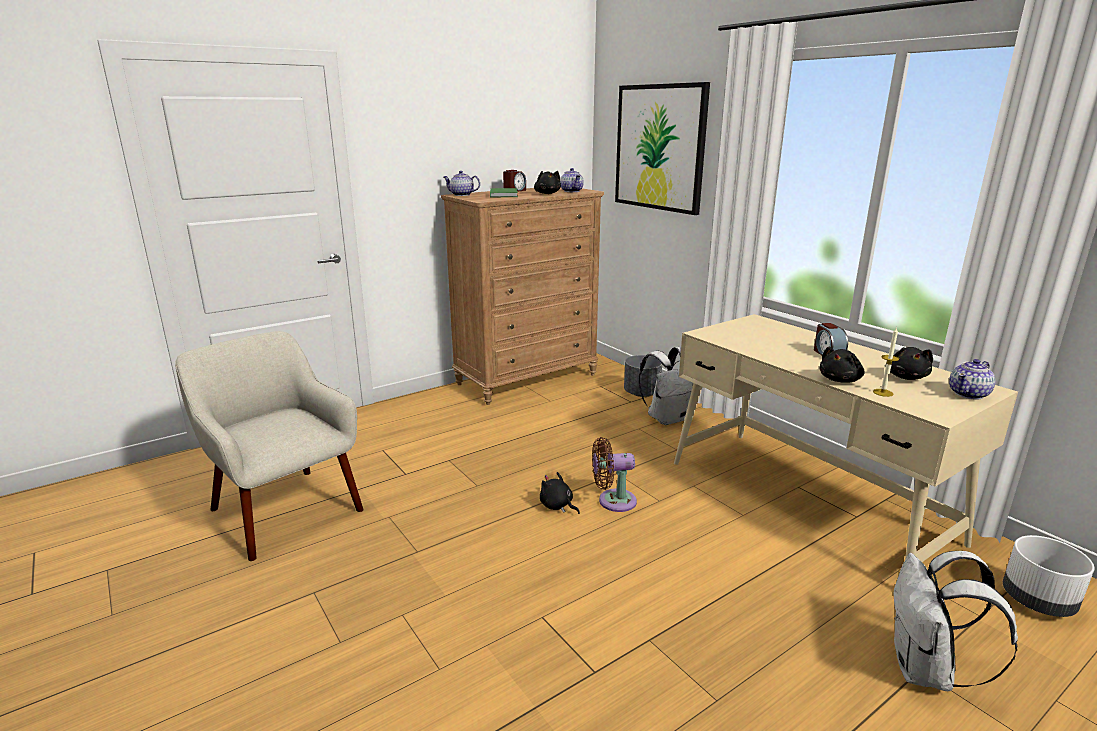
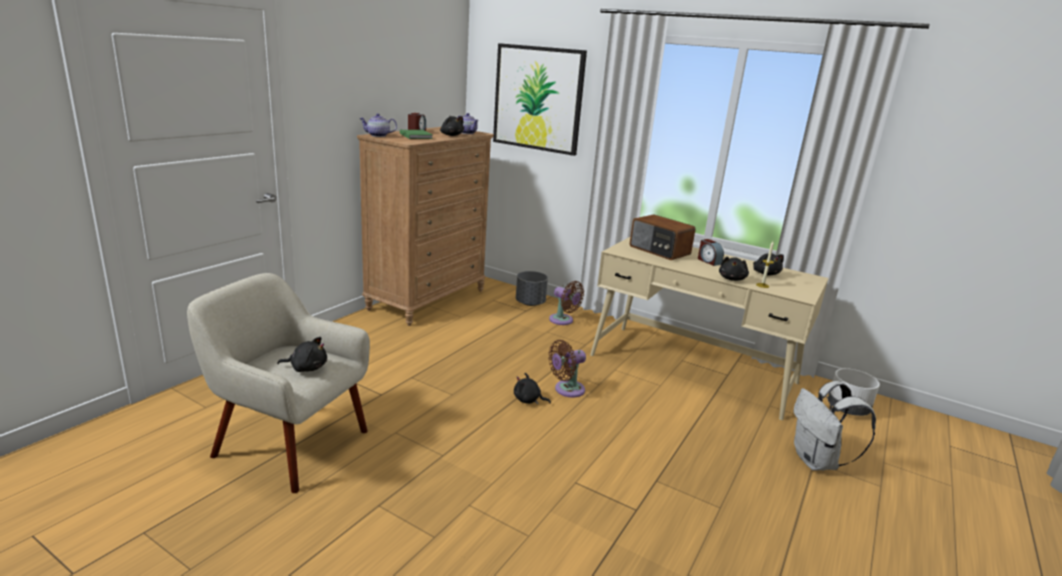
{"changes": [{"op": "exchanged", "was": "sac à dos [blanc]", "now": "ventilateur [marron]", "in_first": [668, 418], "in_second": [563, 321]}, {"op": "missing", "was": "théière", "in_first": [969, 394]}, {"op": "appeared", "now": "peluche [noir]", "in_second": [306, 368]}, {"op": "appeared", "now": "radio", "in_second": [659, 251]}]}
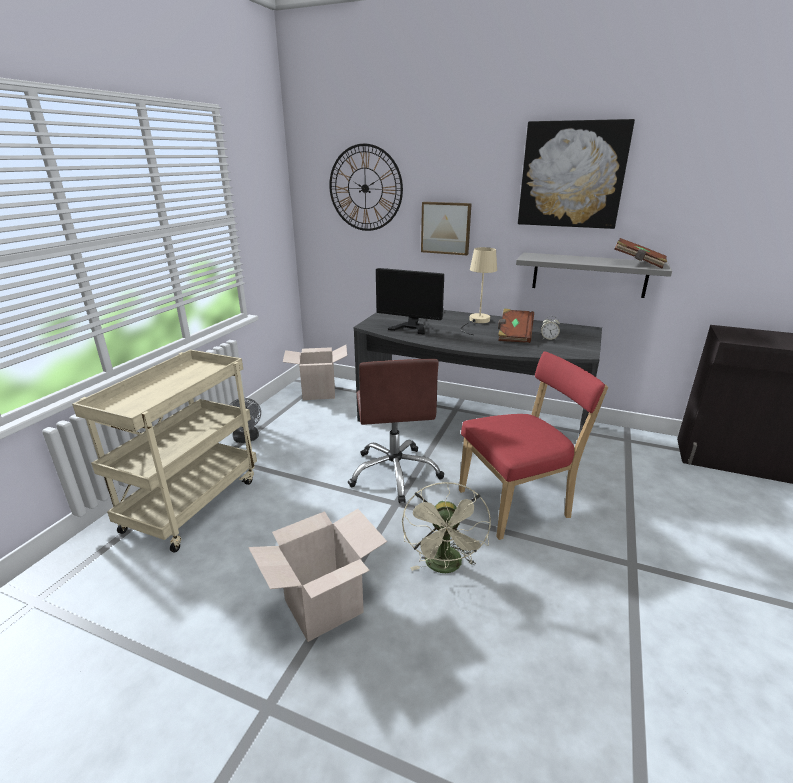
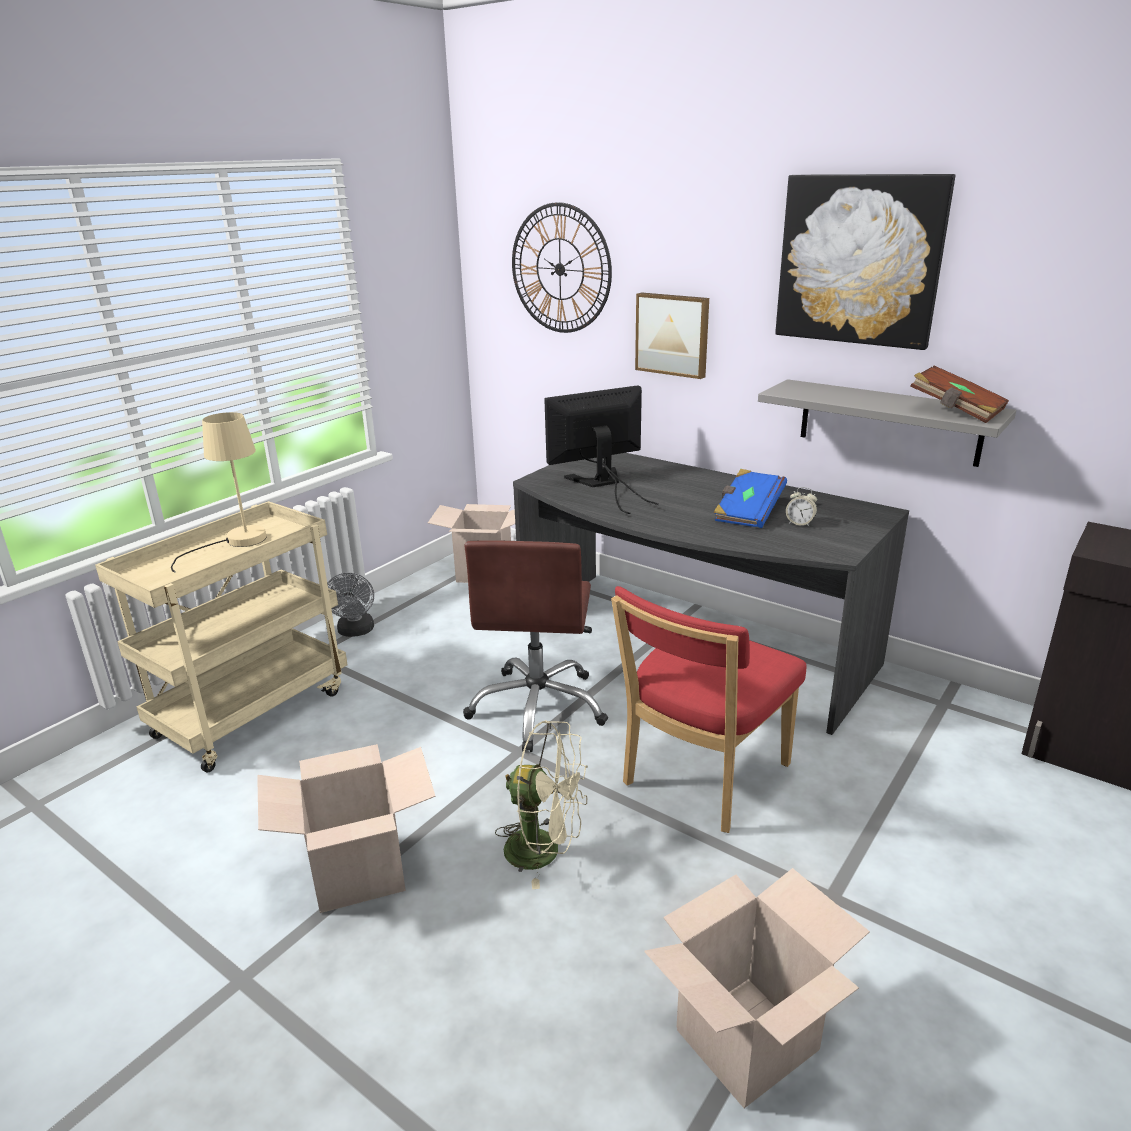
{"changes": [{"op": "spun", "was": "écran d'ordinateur", "in_first": [414, 325], "in_second": [604, 484], "clockwise": 120}, {"op": "spun", "was": "ventilateur [beige]", "in_first": [445, 567], "in_second": [545, 851], "clockwise": -90}, {"op": "spun", "was": "chaise [rouge]", "in_first": [518, 503], "in_second": [701, 778], "clockwise": 135}, {"op": "relocated", "was": "lampe de table [beige]", "in_first": [477, 322], "in_second": [235, 543]}, {"op": "colour", "was": "livre [marron]", "now": "livre [bleu]", "in_first": [514, 335], "in_second": [747, 513]}, {"op": "appeared", "now": "carton", "in_second": [747, 1040]}]}
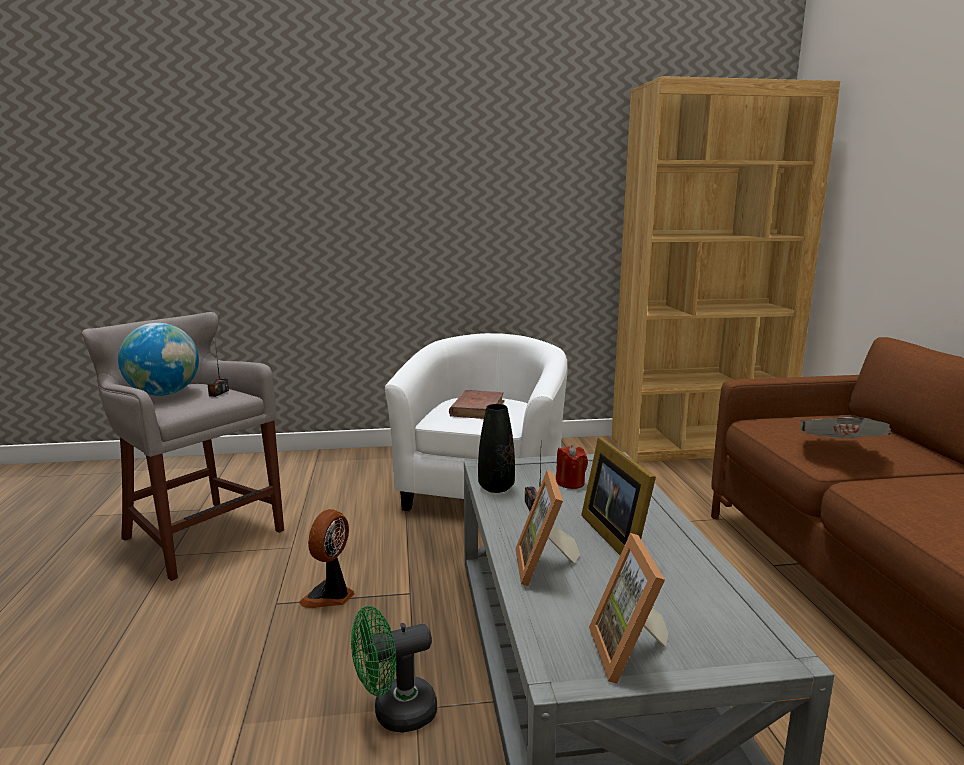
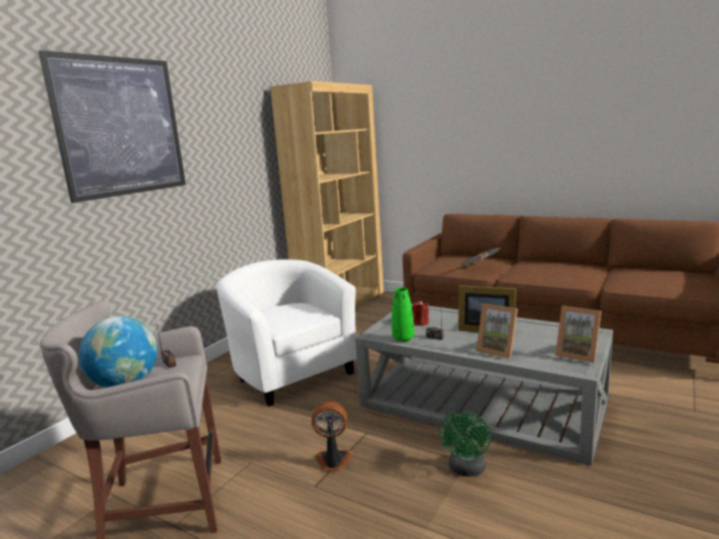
{"changes": [{"op": "spun", "was": "ventilateur", "in_first": [330, 596], "in_second": [333, 462], "clockwise": 120}, {"op": "missing", "was": "livre [marron]", "in_first": [477, 408]}, {"op": "colour", "was": "vase [noir]", "now": "vase [vert]", "in_first": [496, 487], "in_second": [403, 338]}, {"op": "appeared", "now": "tableau", "in_second": [120, 127]}]}
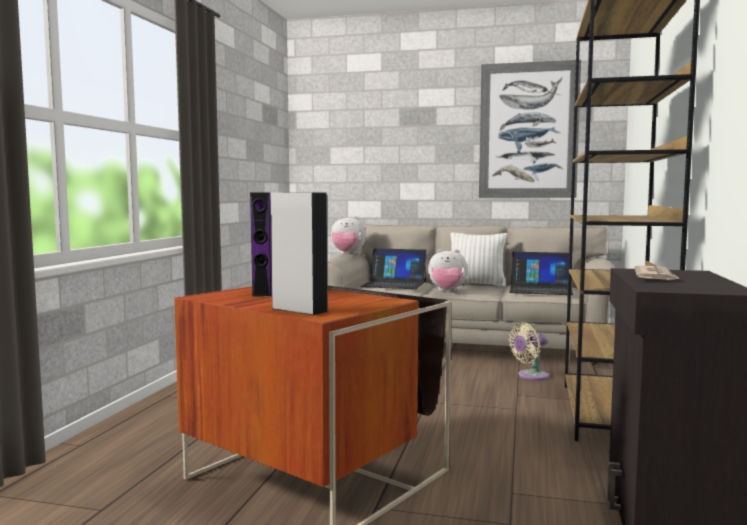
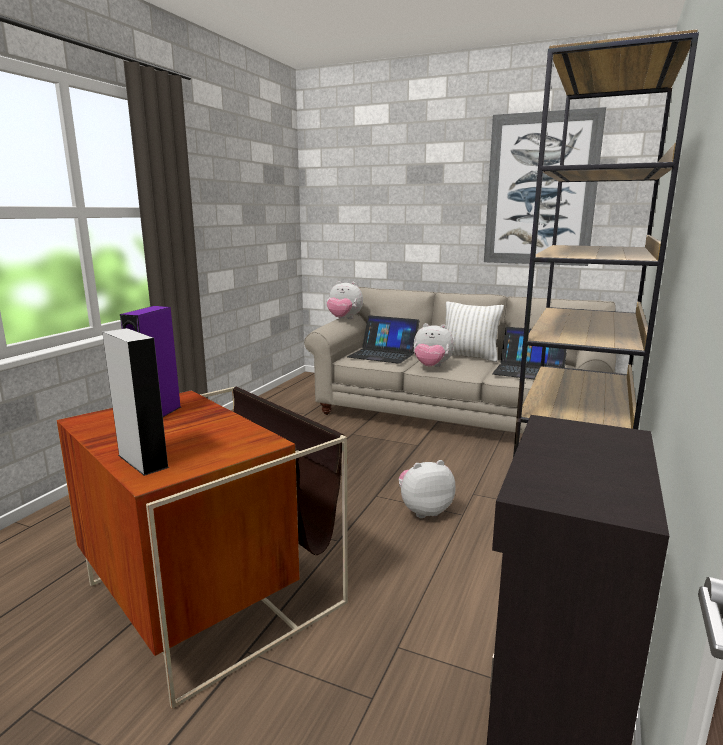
{"changes": [{"op": "missing", "was": "ventilateur [beige]", "in_first": [530, 376]}, {"op": "missing", "was": "journal", "in_first": [656, 277]}, {"op": "appeared", "now": "peluche", "in_second": [424, 510]}]}
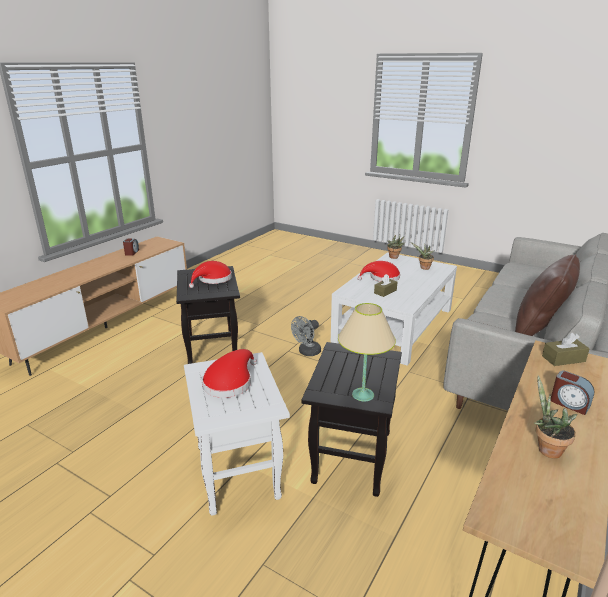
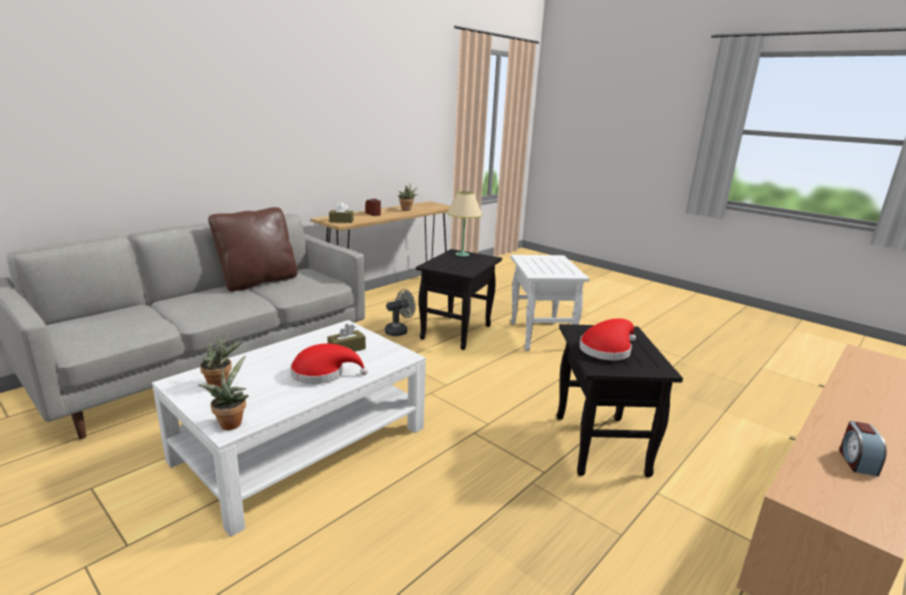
{"changes": [{"op": "missing", "was": "chapeau [rouge]", "in_first": [230, 382]}, {"op": "relocated", "was": "ventilateur [gris]", "in_first": [307, 352], "in_second": [399, 331]}]}
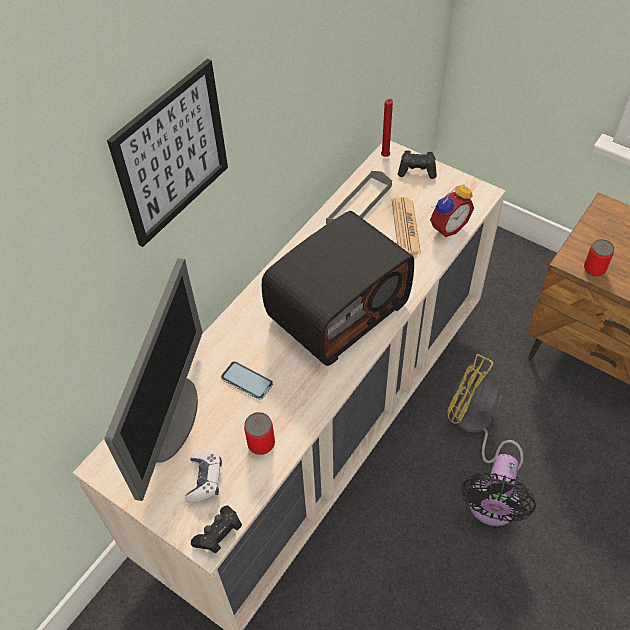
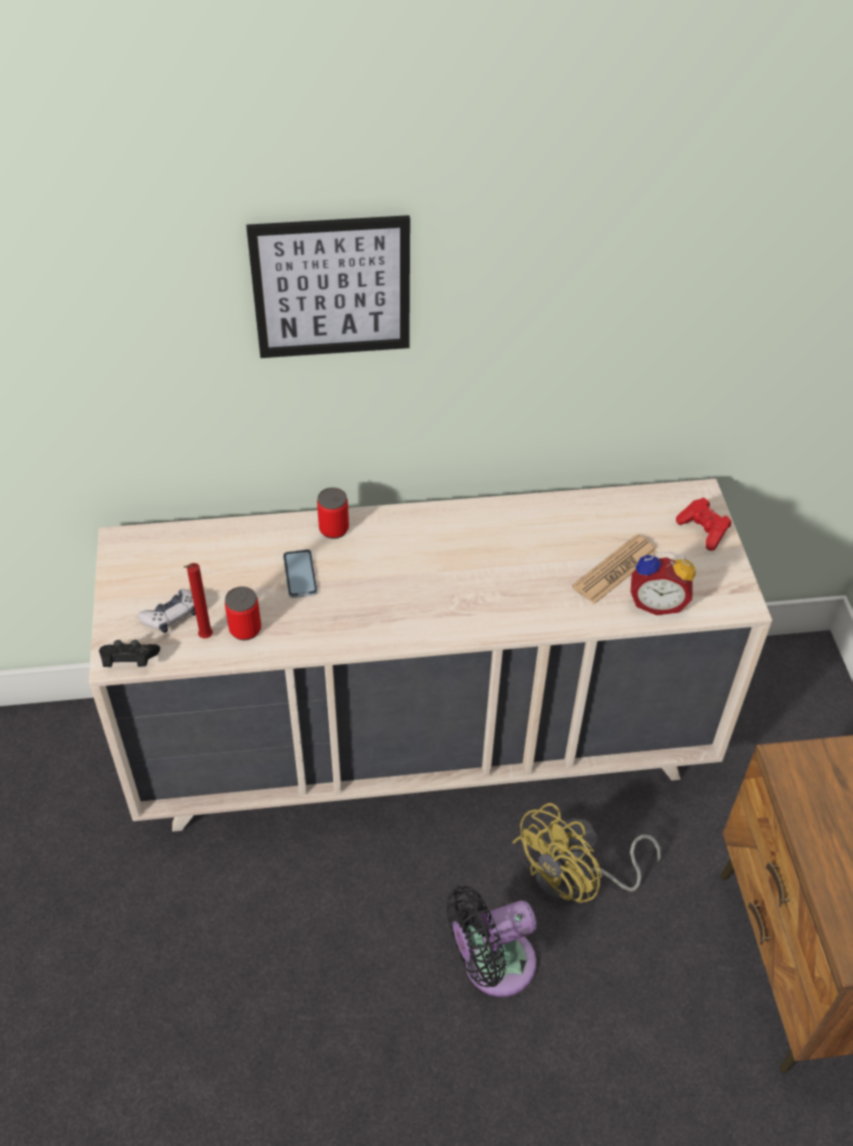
{"changes": [{"op": "missing", "was": "écran d'ordinateur", "in_first": [172, 419]}, {"op": "missing", "was": "radio", "in_first": [337, 308]}, {"op": "missing", "was": "plateau [gris]", "in_first": [359, 205]}, {"op": "relocated", "was": "bougie [rouge]", "in_first": [385, 157], "in_second": [204, 638]}, {"op": "colour", "was": "manette [noir]", "now": "manette [rouge]", "in_first": [417, 171], "in_second": [703, 531]}, {"op": "spun", "was": "ventilateur [jaune]", "in_first": [474, 425], "in_second": [576, 880], "clockwise": -120}, {"op": "relocated", "was": "boîte métallique", "in_first": [594, 269], "in_second": [334, 529]}]}
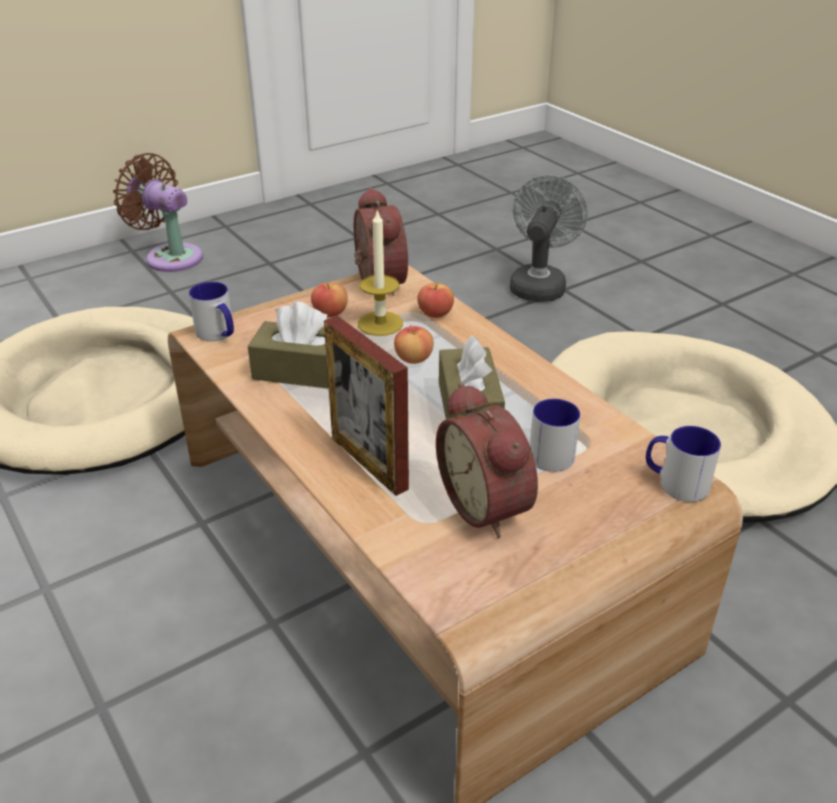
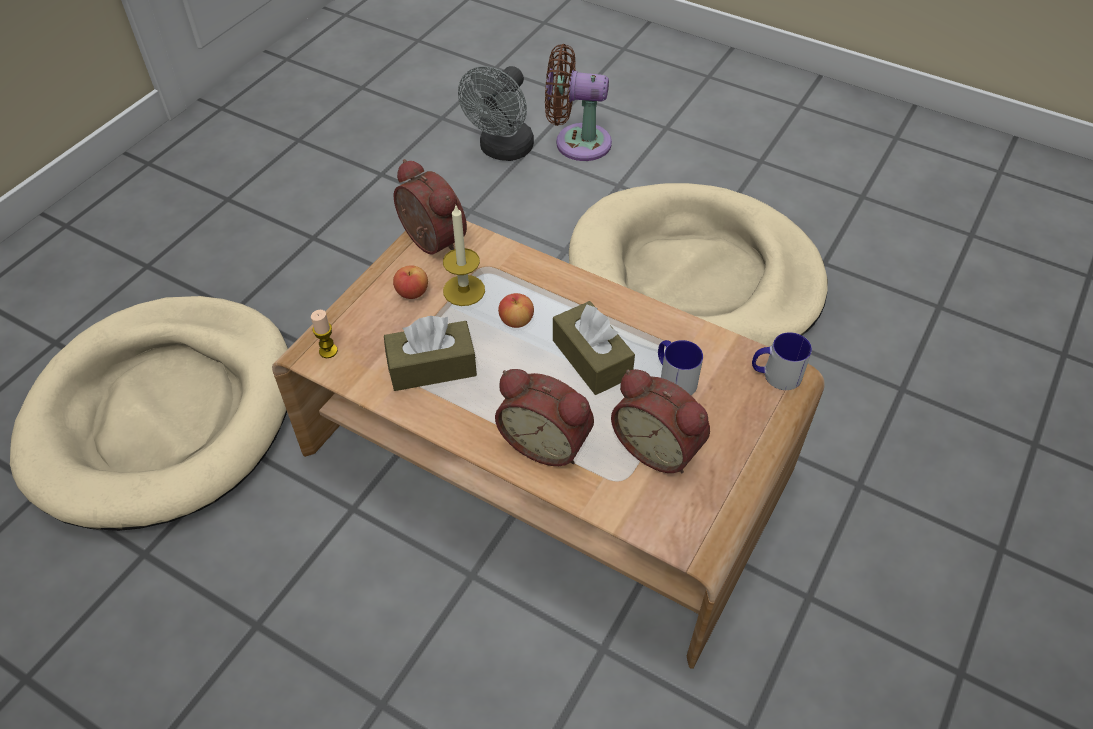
{"changes": [{"op": "relocated", "was": "ventilateur [marron]", "in_first": [170, 257], "in_second": [576, 142]}, {"op": "exchanged", "was": "mug", "now": "bougie", "in_first": [218, 334], "in_second": [328, 351]}, {"op": "exchanged", "was": "cadre photo", "now": "réveil", "in_first": [369, 463], "in_second": [547, 441]}, {"op": "missing", "was": "pomme", "in_first": [435, 313]}, {"op": "spun", "was": "ventilateur [gris]", "in_first": [539, 284], "in_second": [503, 151], "clockwise": -150}]}
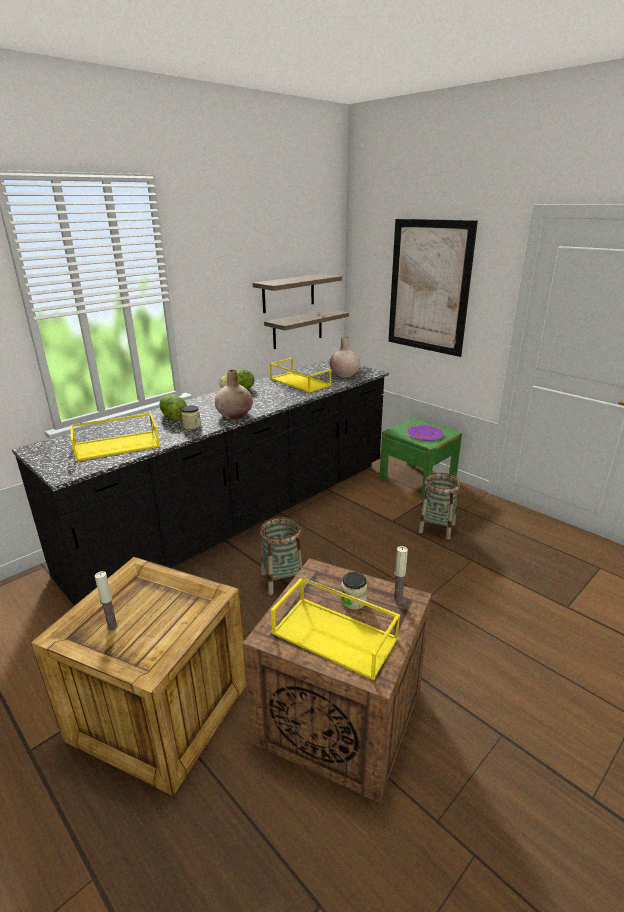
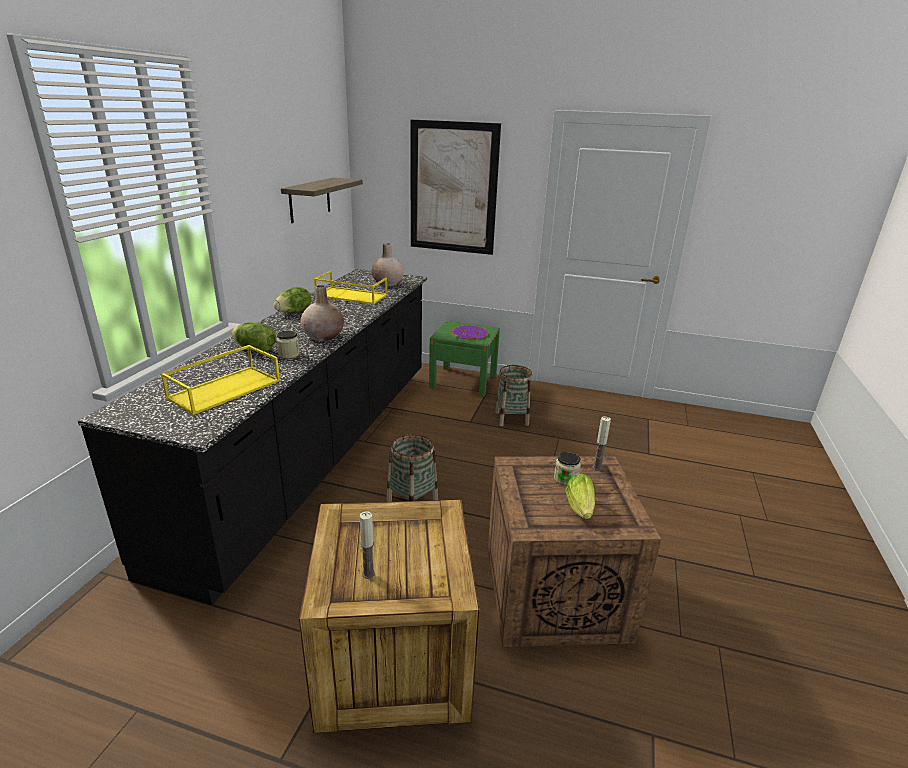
{"changes": [{"op": "missing", "was": "étagère", "in_first": [297, 329]}, {"op": "exchanged", "was": "plateau [jaune]", "now": "laitue", "in_first": [336, 636], "in_second": [580, 509]}]}
